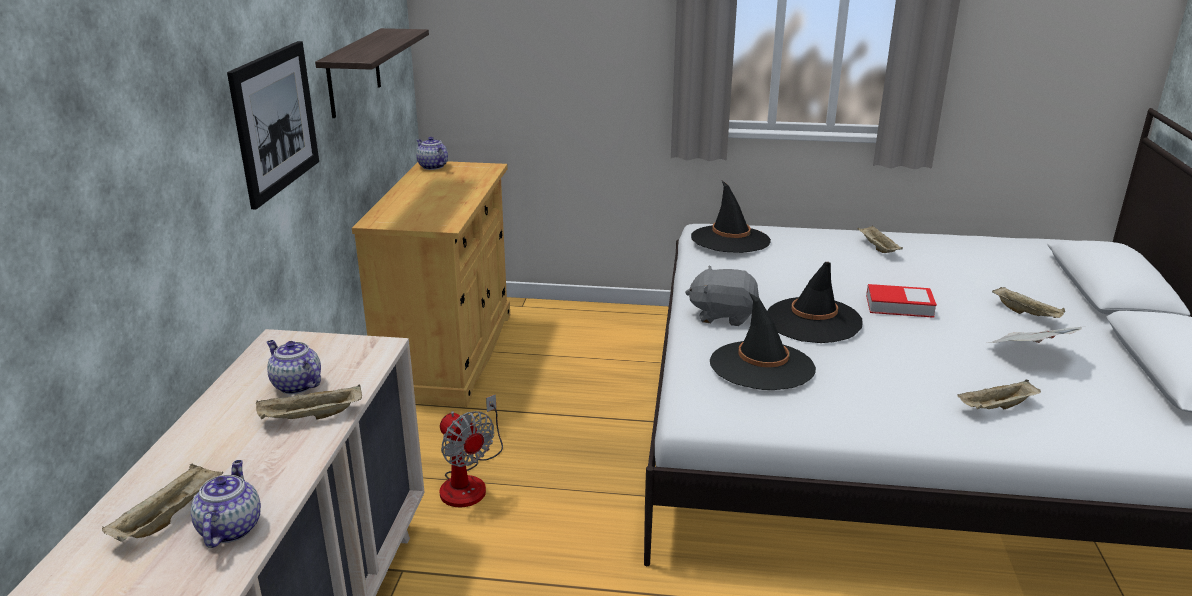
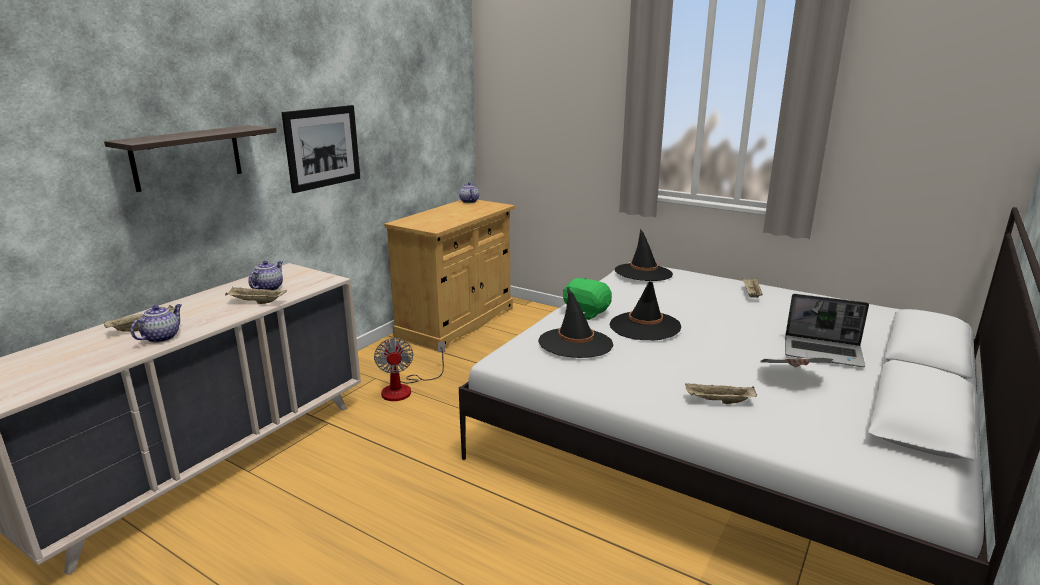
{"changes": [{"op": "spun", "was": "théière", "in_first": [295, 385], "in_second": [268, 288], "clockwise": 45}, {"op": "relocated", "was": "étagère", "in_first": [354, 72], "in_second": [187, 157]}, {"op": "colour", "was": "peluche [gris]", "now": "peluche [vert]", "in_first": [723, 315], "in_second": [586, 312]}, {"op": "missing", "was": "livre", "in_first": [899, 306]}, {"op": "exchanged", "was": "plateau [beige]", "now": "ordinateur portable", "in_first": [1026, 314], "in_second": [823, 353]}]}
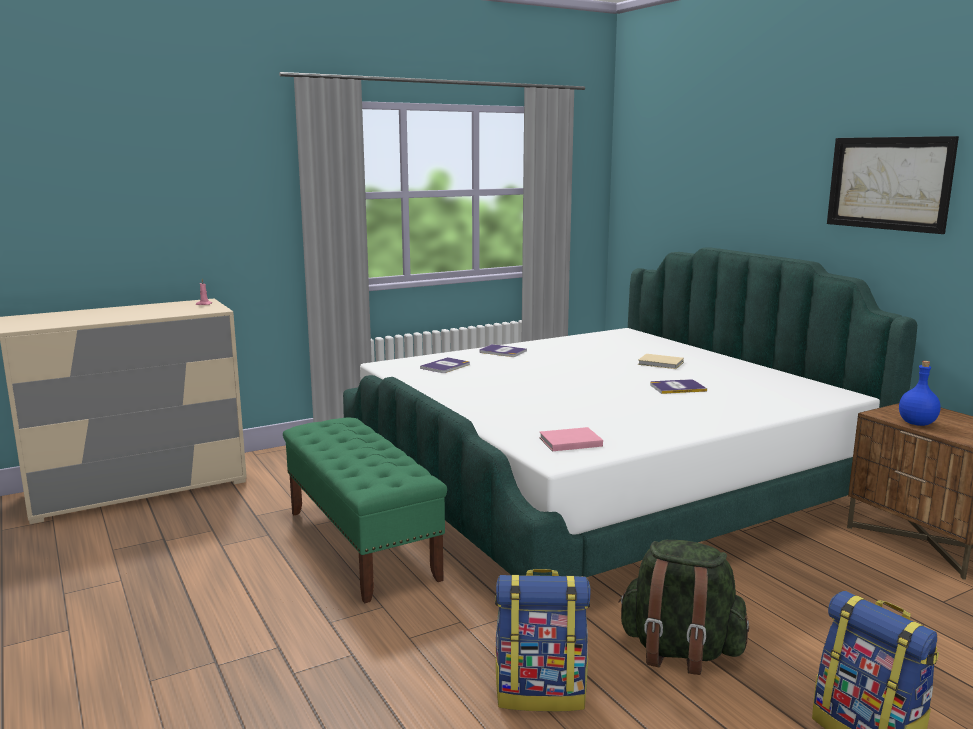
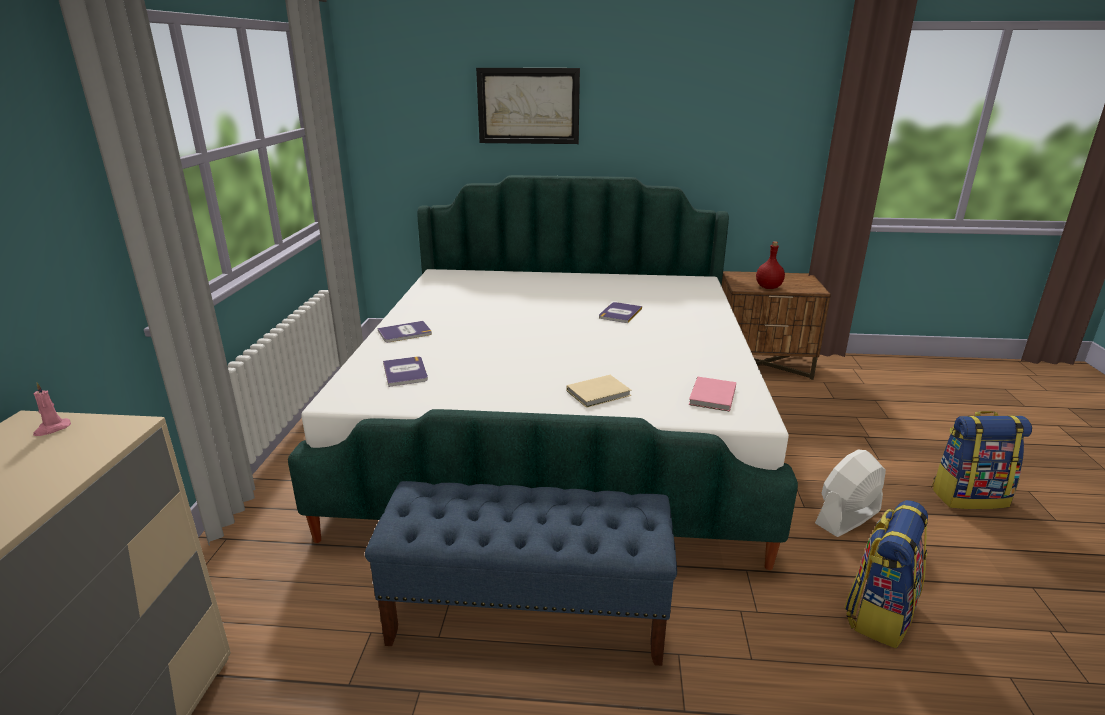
{"changes": [{"op": "colour", "was": "banc [vert]", "now": "banc [bleu]", "in_first": [361, 544], "in_second": [528, 615]}, {"op": "exchanged", "was": "sac à dos [vert]", "now": "ventilateur [blanc]", "in_first": [679, 651], "in_second": [847, 517]}, {"op": "relocated", "was": "livre [beige]", "in_first": [661, 363], "in_second": [600, 393]}, {"op": "relocated", "was": "tableau", "in_first": [889, 183], "in_second": [528, 106]}, {"op": "colour", "was": "bouteille [bleu]", "now": "bouteille [rouge]", "in_first": [917, 423], "in_second": [769, 287]}]}
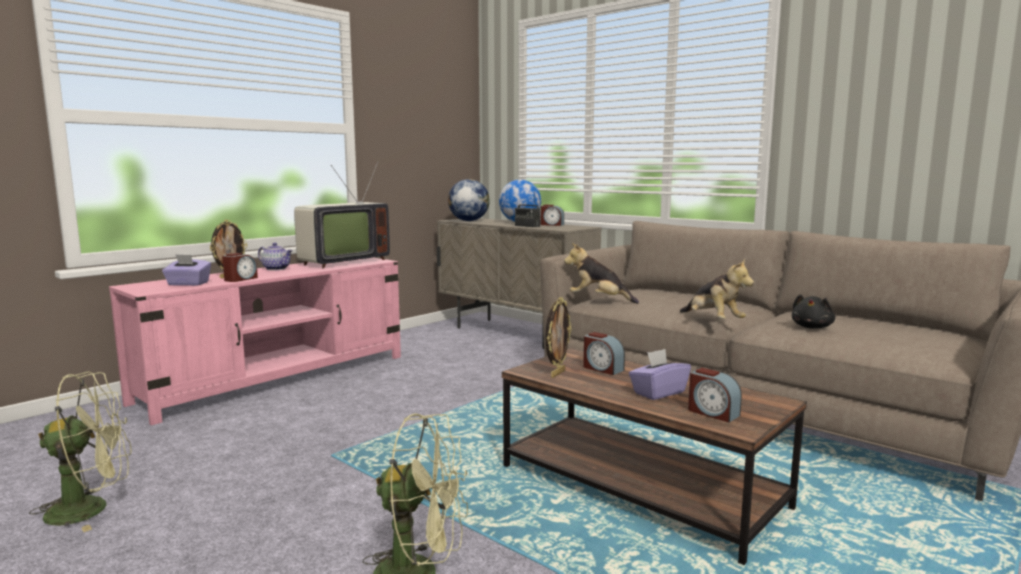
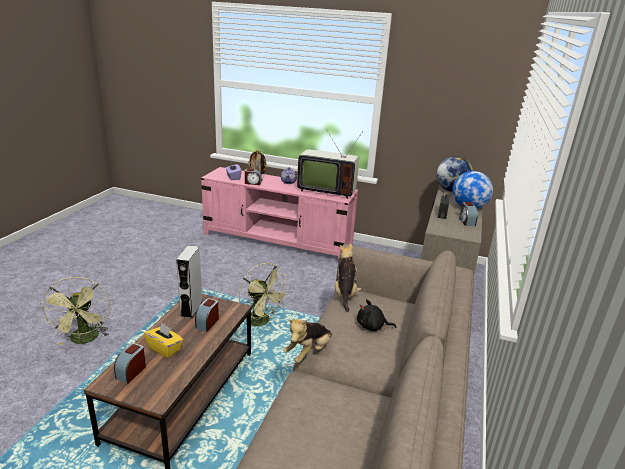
{"changes": [{"op": "relocated", "was": "ventilateur [vert]", "in_first": [91, 508], "in_second": [262, 322]}, {"op": "exchanged", "was": "cadre photo", "now": "enceinte [gris]", "in_first": [557, 373], "in_second": [191, 308]}, {"op": "colour", "was": "boîte à mouchoirs [violet]", "now": "boîte à mouchoirs [jaune]", "in_first": [658, 392], "in_second": [165, 348]}, {"op": "relocated", "was": "peluche [noir]", "in_first": [812, 327], "in_second": [372, 327]}]}
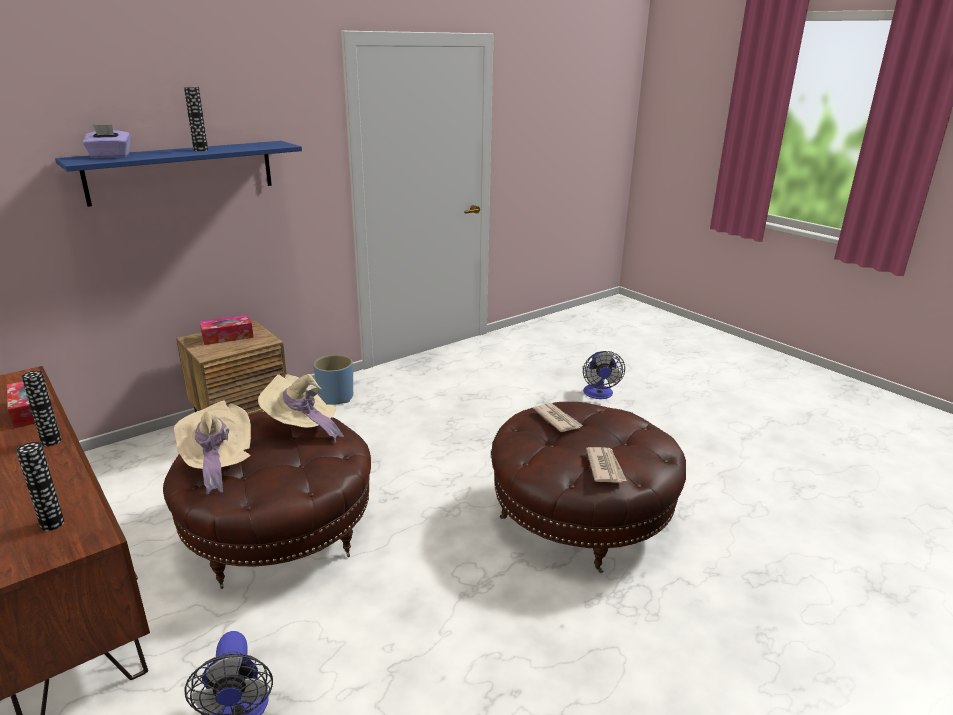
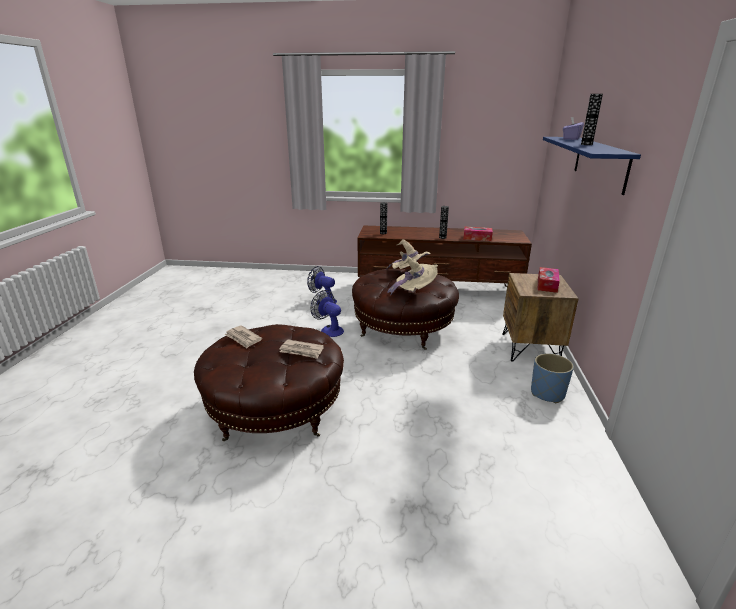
{"changes": [{"op": "relocated", "was": "ventilateur", "in_first": [599, 394], "in_second": [329, 330]}]}
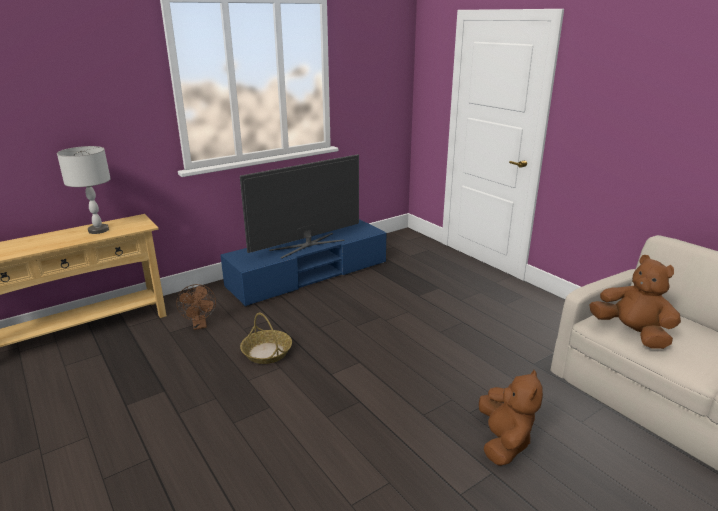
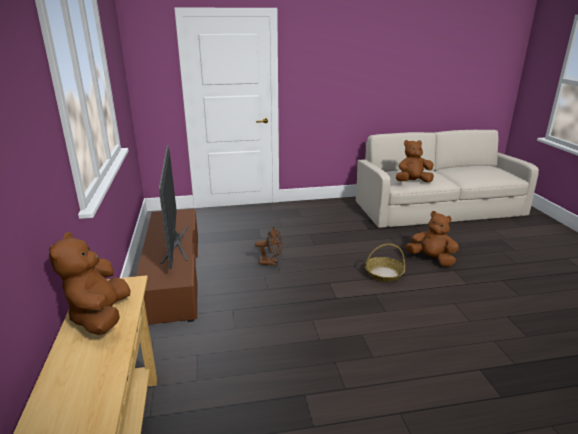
{"changes": [{"op": "exchanged", "was": "lampe de table [gris]", "now": "peluche [marron]", "in_first": [99, 230], "in_second": [101, 317]}, {"op": "relocated", "was": "ventilateur [marron]", "in_first": [200, 325], "in_second": [271, 262]}, {"op": "colour", "was": "meuble télé [bleu]", "now": "meuble télé [marron]", "in_first": [308, 275], "in_second": [173, 274]}, {"op": "relocated", "was": "panier", "in_first": [267, 352], "in_second": [384, 273]}]}
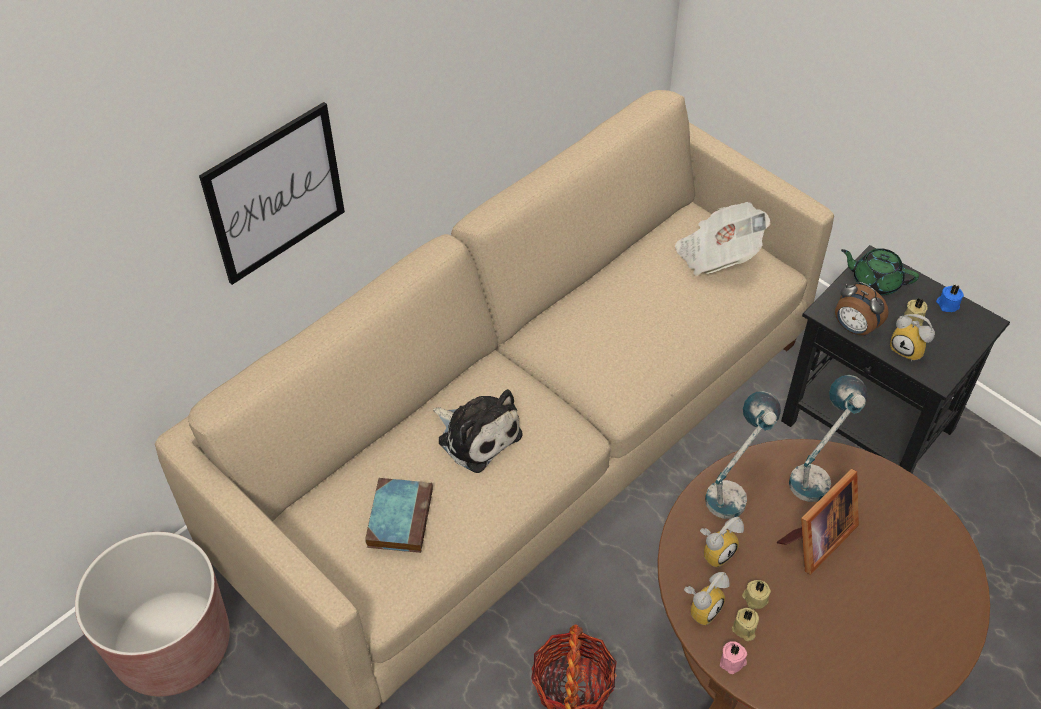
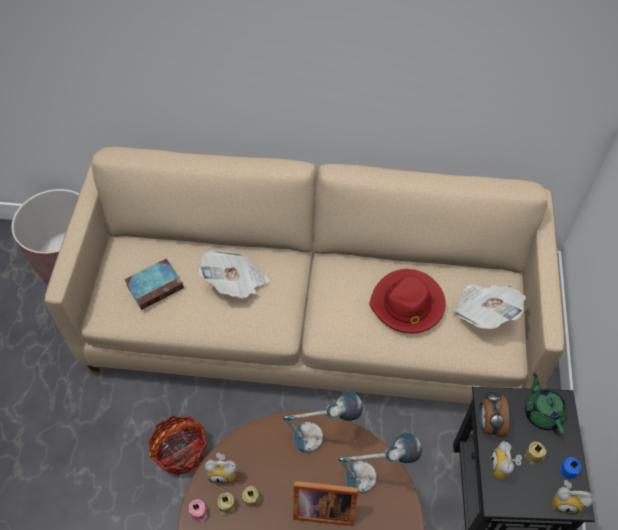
{"changes": [{"op": "missing", "was": "tableau", "in_first": [275, 194]}, {"op": "exchanged", "was": "peluche", "now": "journal", "in_first": [477, 435], "in_second": [236, 283]}, {"op": "relocated", "was": "réveil", "in_first": [716, 550], "in_second": [566, 501]}, {"op": "appeared", "now": "chapeau [rouge]", "in_second": [407, 304]}]}
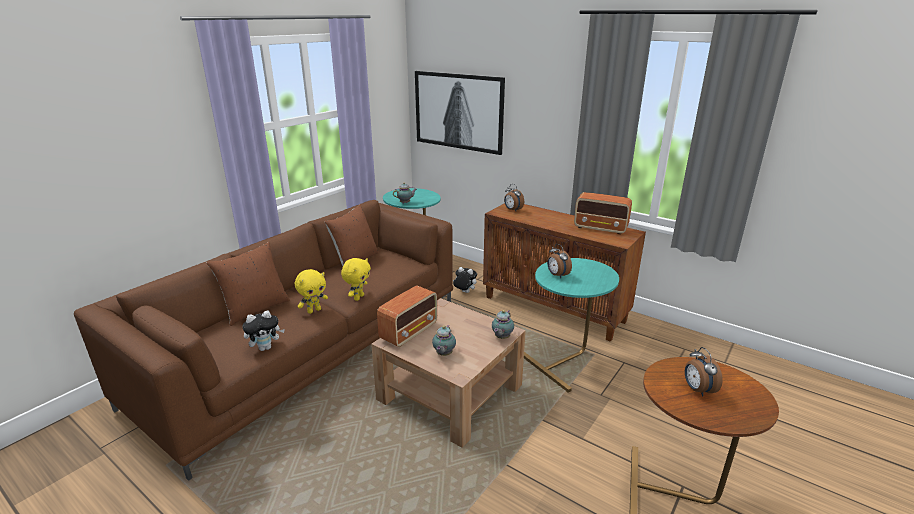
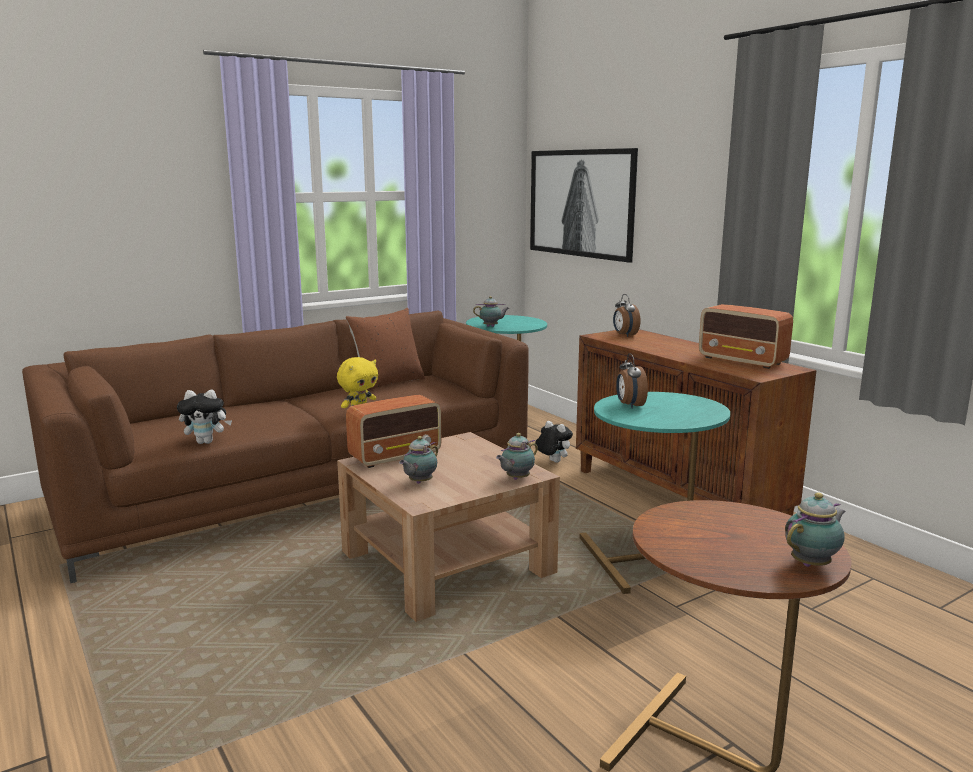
{"changes": [{"op": "missing", "was": "coussin [marron]", "in_first": [255, 309]}, {"op": "missing", "was": "peluche [jaune]", "in_first": [314, 310]}, {"op": "missing", "was": "réveil", "in_first": [697, 389]}, {"op": "appeared", "now": "théière", "in_second": [812, 564]}]}
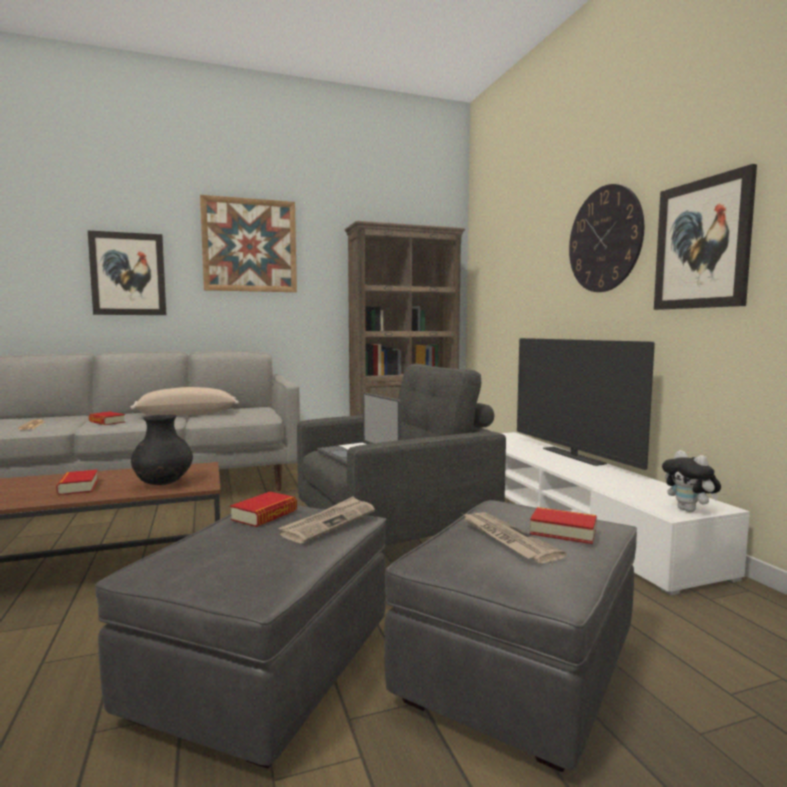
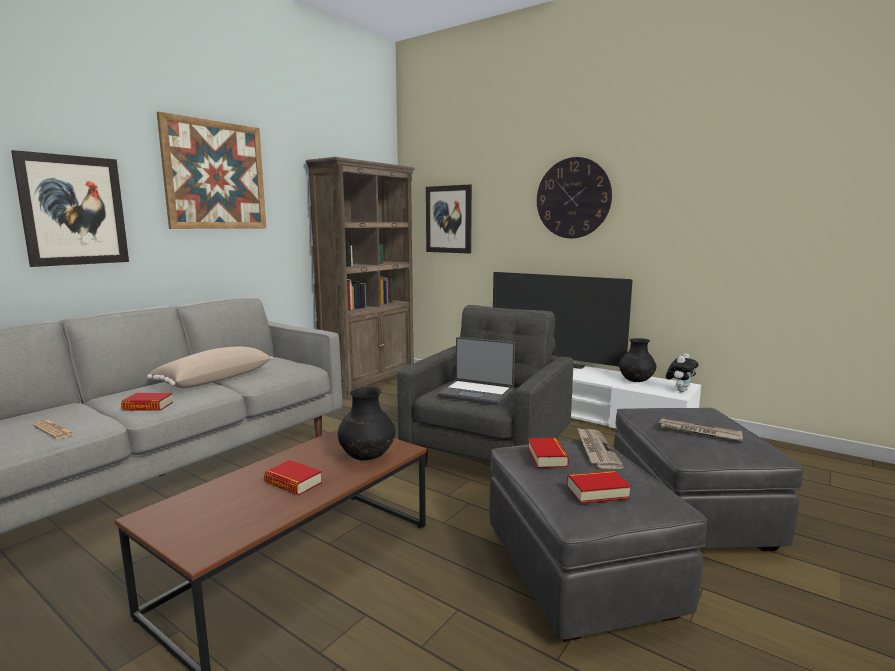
{"changes": [{"op": "relocated", "was": "livre", "in_first": [563, 532], "in_second": [597, 492]}, {"op": "relocated", "was": "tableau", "in_first": [702, 244], "in_second": [449, 219]}, {"op": "spun", "was": "peluche", "in_first": [689, 510], "in_second": [680, 390], "clockwise": -75}, {"op": "appeared", "now": "vase [noir]", "in_second": [636, 381]}]}
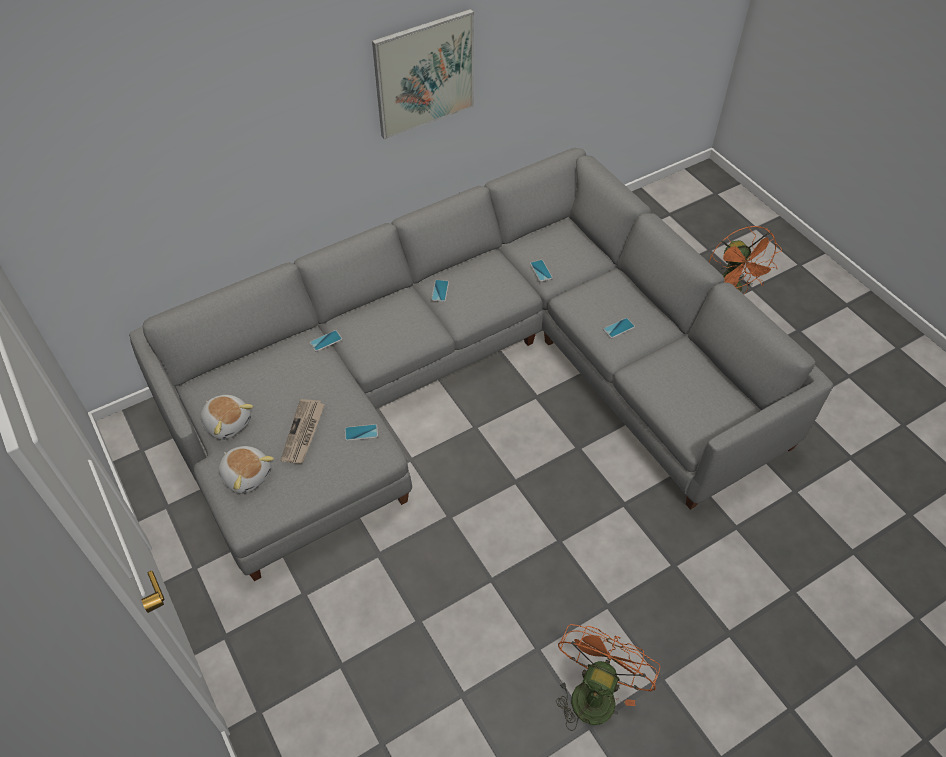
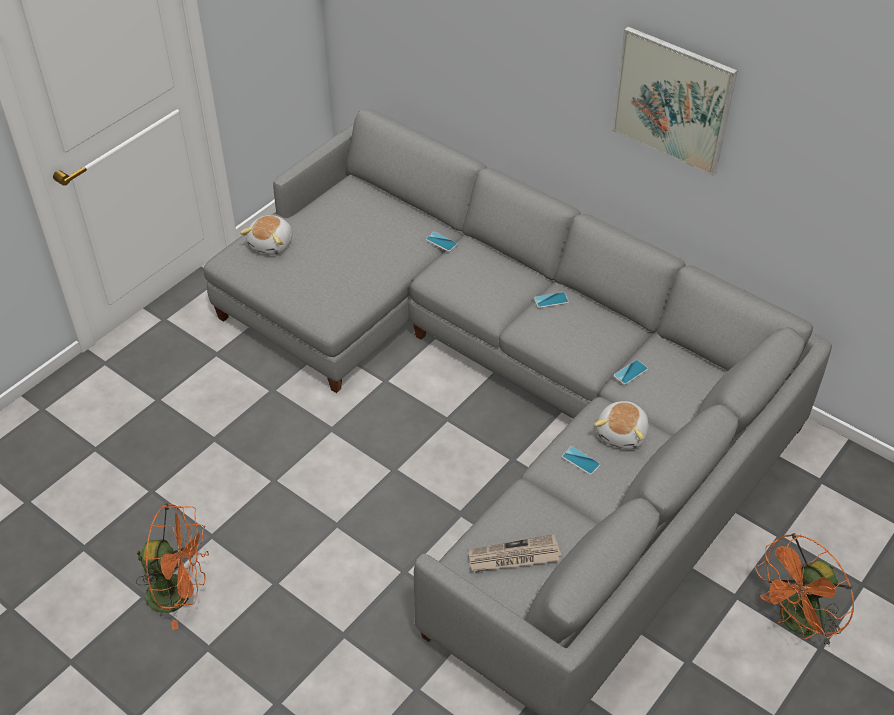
{"changes": [{"op": "relocated", "was": "peluche", "in_first": [228, 422], "in_second": [623, 433]}, {"op": "relocated", "was": "journal", "in_first": [303, 433], "in_second": [514, 557]}, {"op": "missing", "was": "téléphone", "in_first": [361, 433]}]}
